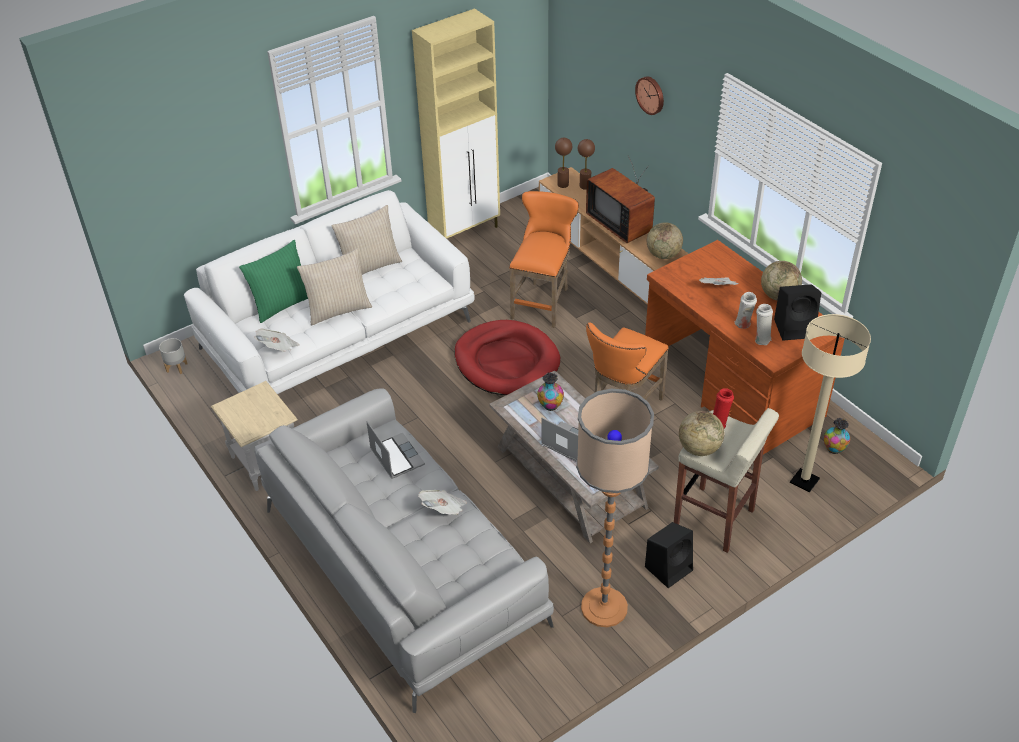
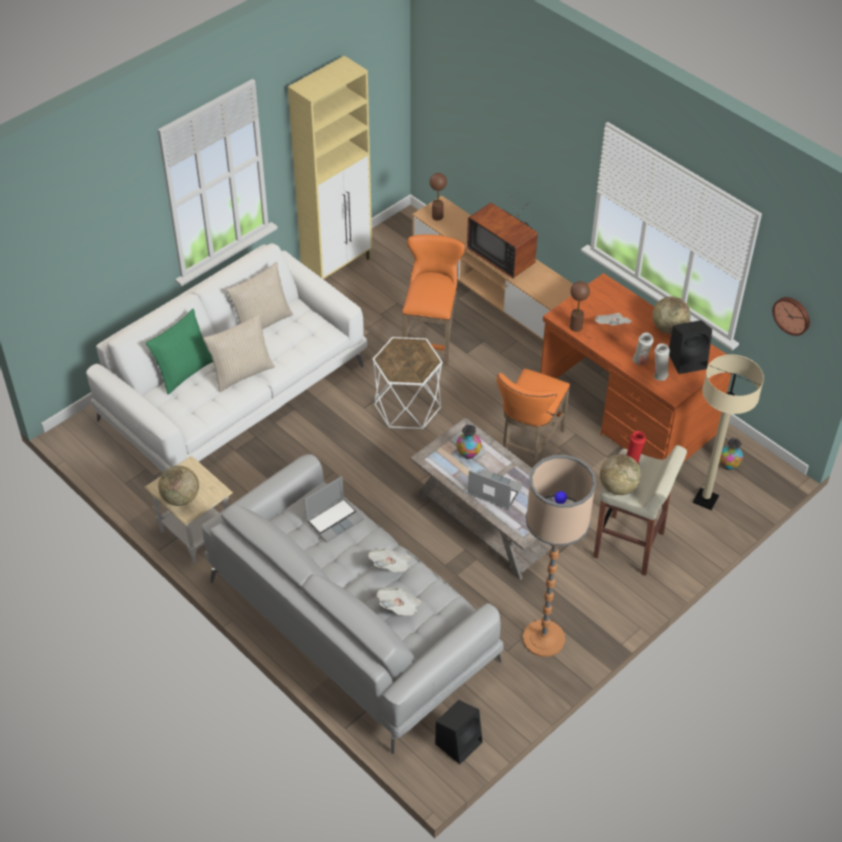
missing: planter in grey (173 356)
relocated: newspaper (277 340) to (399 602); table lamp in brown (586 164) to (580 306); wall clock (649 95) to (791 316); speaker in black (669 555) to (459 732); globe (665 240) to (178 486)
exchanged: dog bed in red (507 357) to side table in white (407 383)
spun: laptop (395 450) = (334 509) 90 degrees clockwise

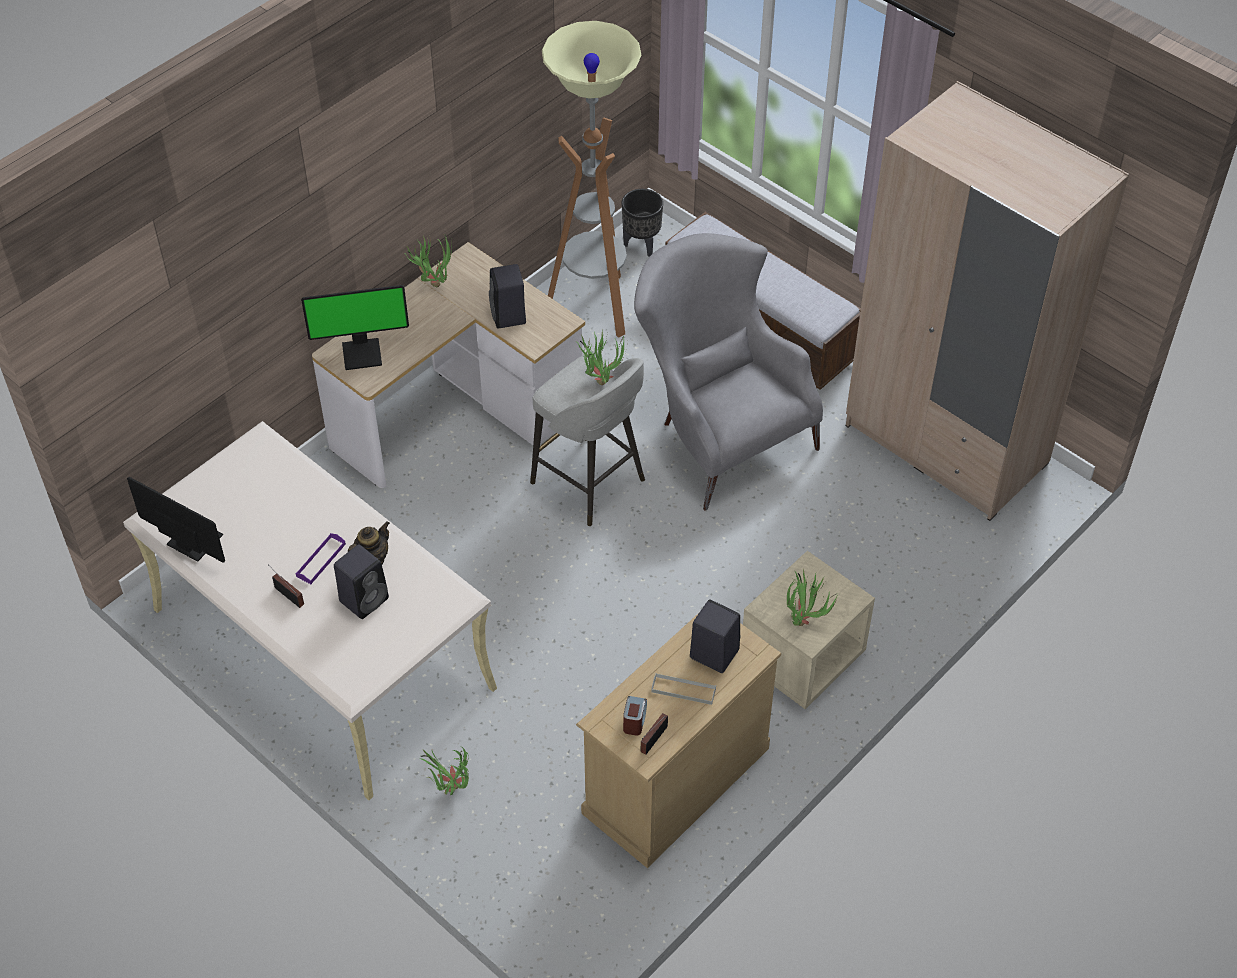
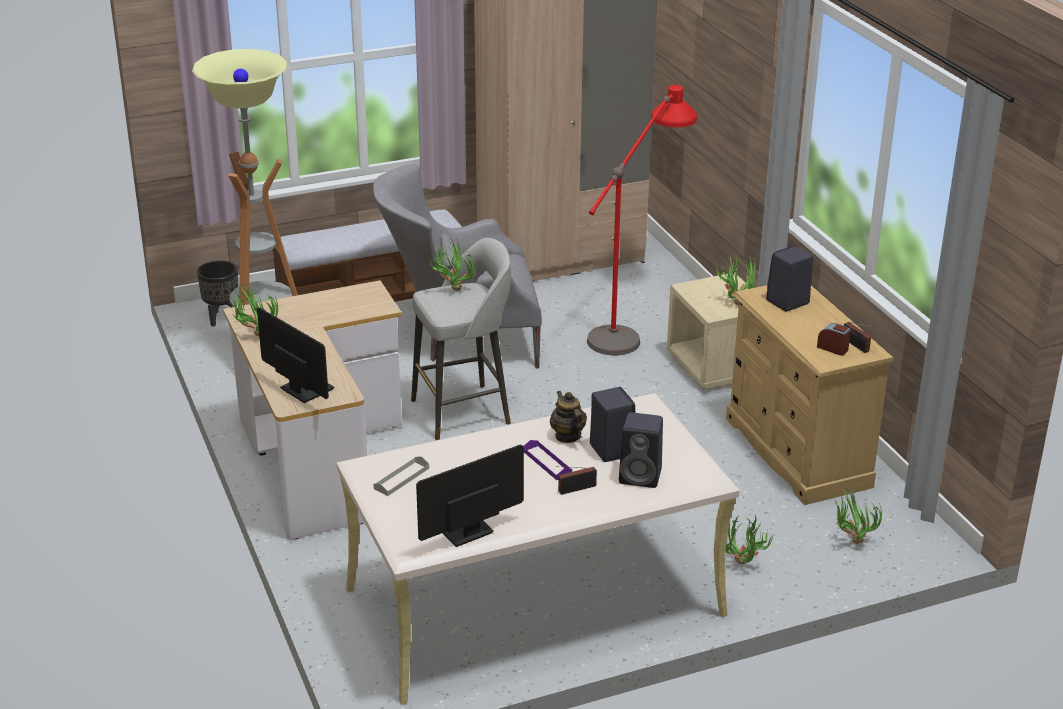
appeared: floor lamp in red (642 220); potted plant (858 515)
relocated: speaker in black (507 296) to (641 450); tray in grey (683 689) to (401 476)
spun: monitor (355 327) = (296 355) 60 degrees counterclockwise

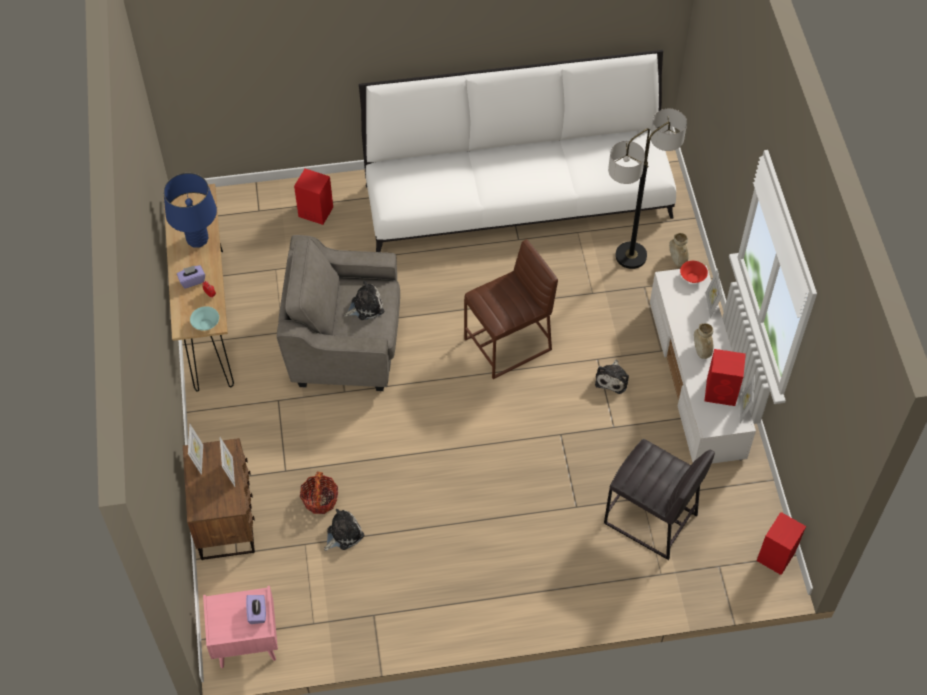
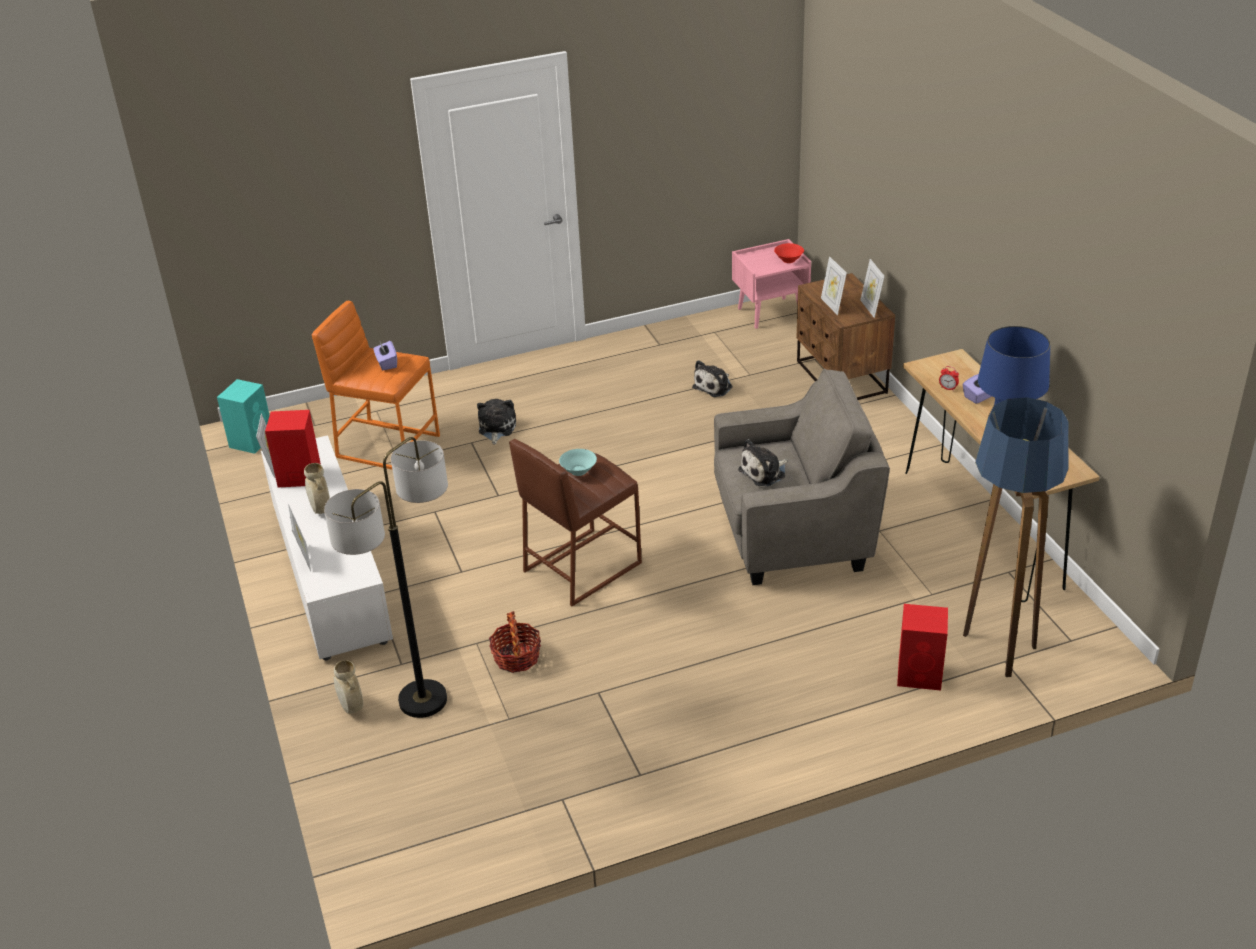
missing: sofa in white (517 151)
appeared: floor lamp (1015 537)
relocated: bowl in turquoise (204 318) to (578 462); tissue box in purple (256 609) to (385 355); basket (319 492) to (515 642); plush toy (612 376) to (496 421); bowl in red (694 272) to (789 253)
colour: stool in grey (659 499) to stool in orange (376 385); speaker in red (781 543) to speaker in turquoise (243 416)

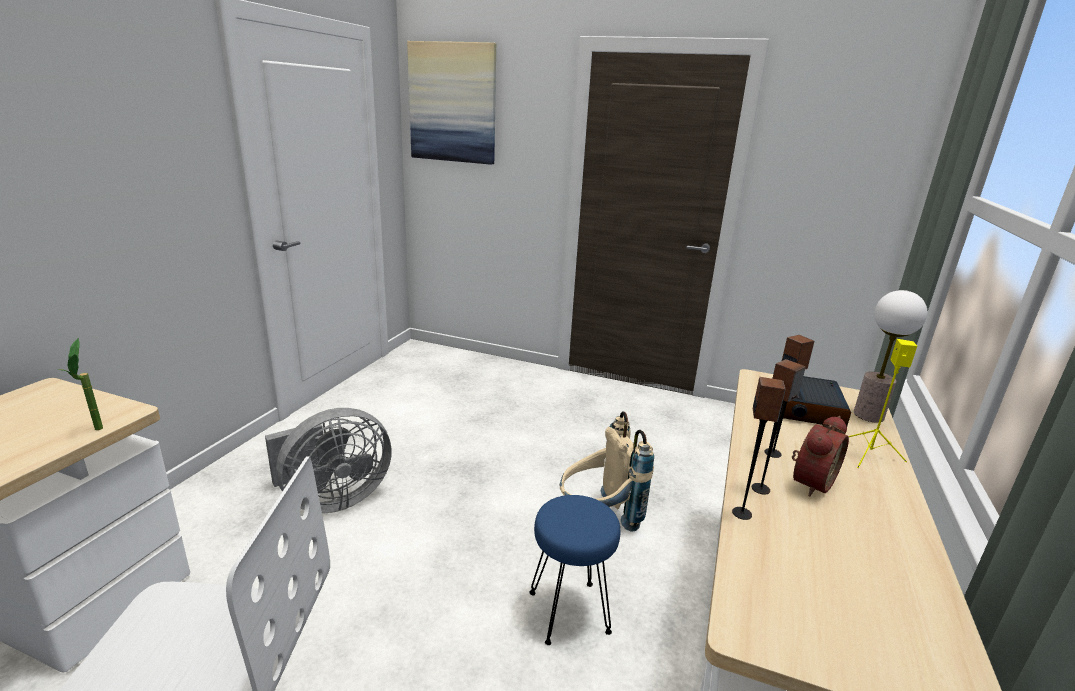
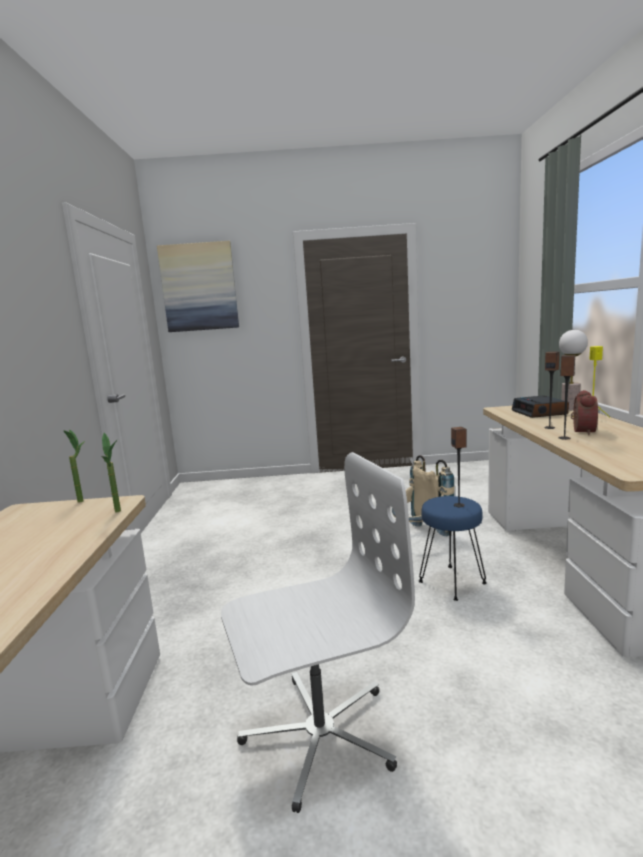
missing: fan in grey (328 460)
appeared: potted plant (74 466)
relocated: speaker (759 448) to (459 467)

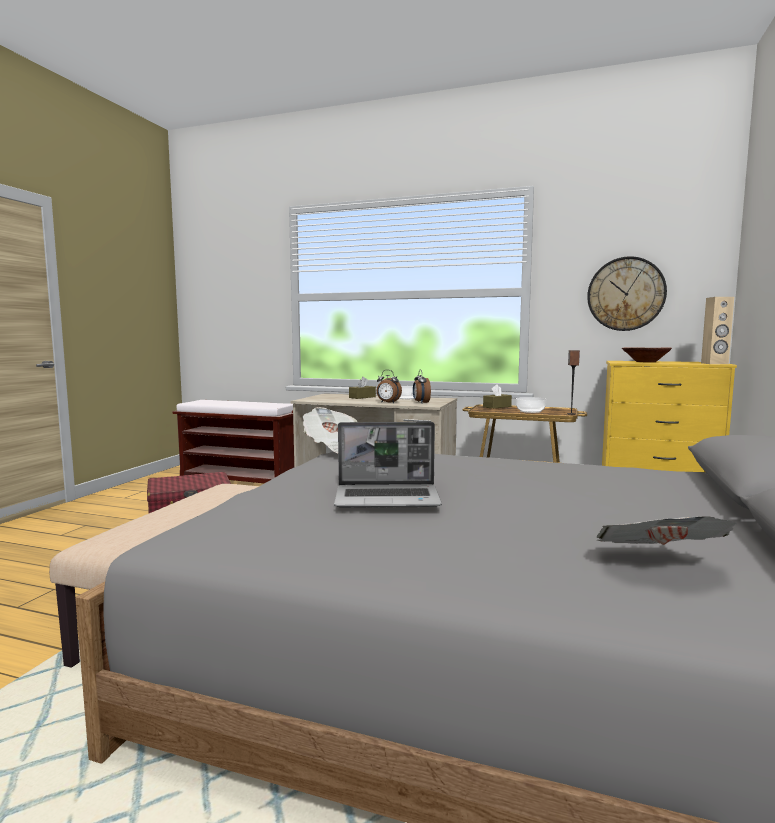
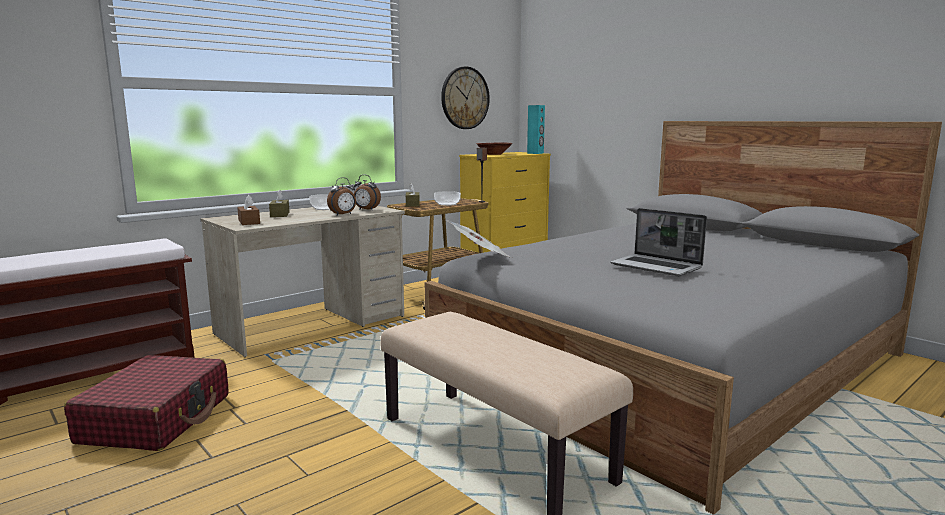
missing: newspaper (666 530)
appeared: tissue box in brown (248 210)
colour: speaker in beige (717 330) to speaker in turquoise (536 129)
spun: laptop (388 465) = (658 242) 105 degrees clockwise

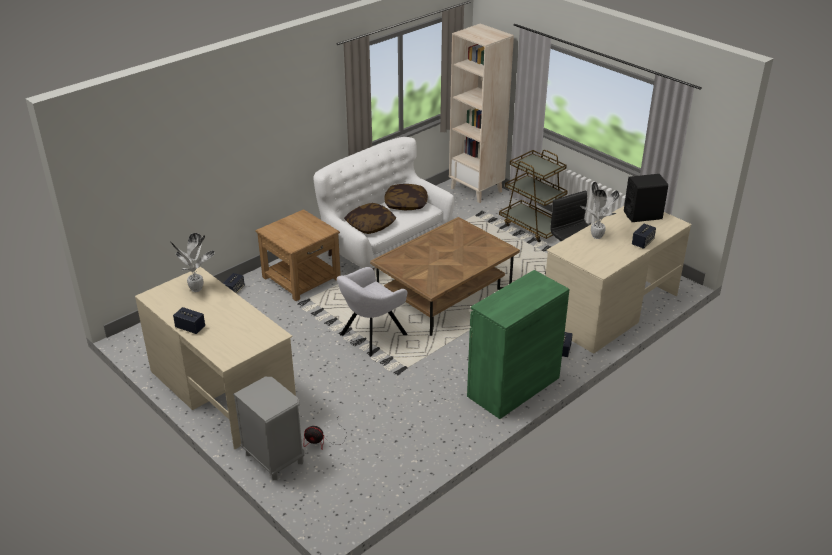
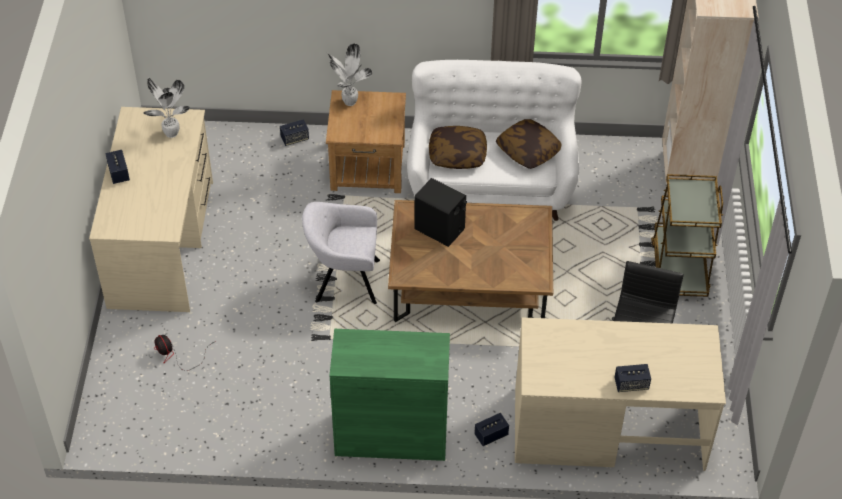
missing: nightstand in grey (269 428)
relocated: potted plant (599 210) to (349 74); speaker in black (646 198) to (440 212)

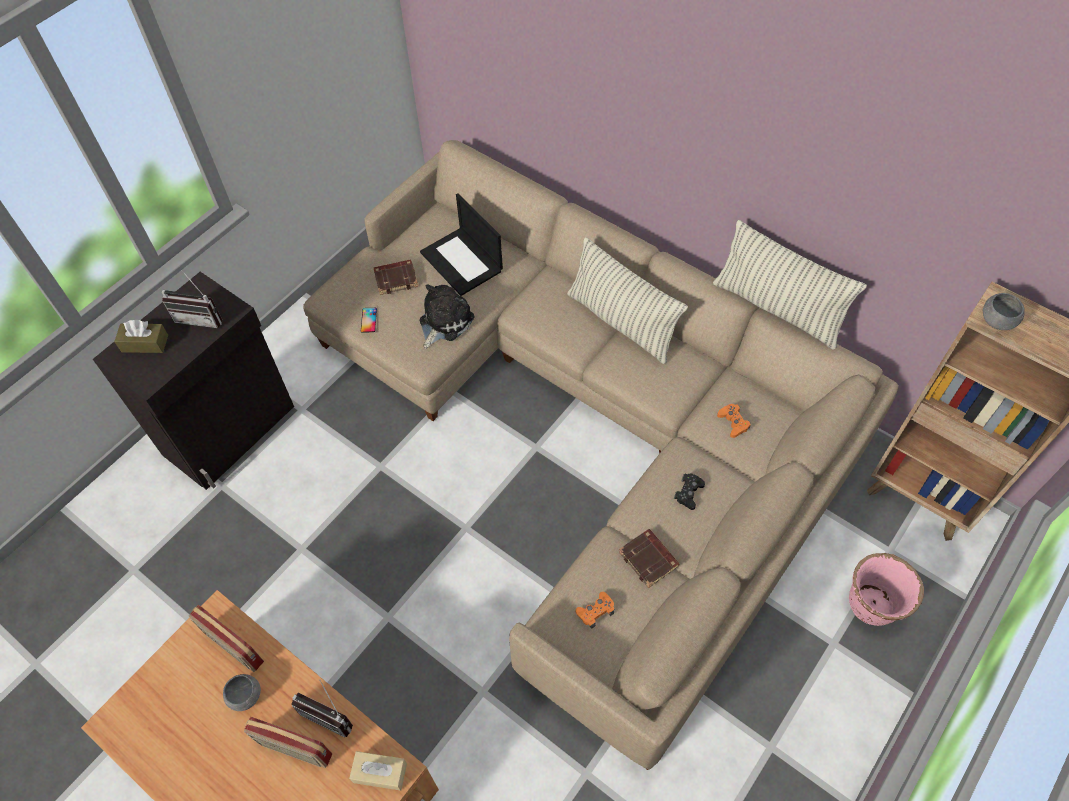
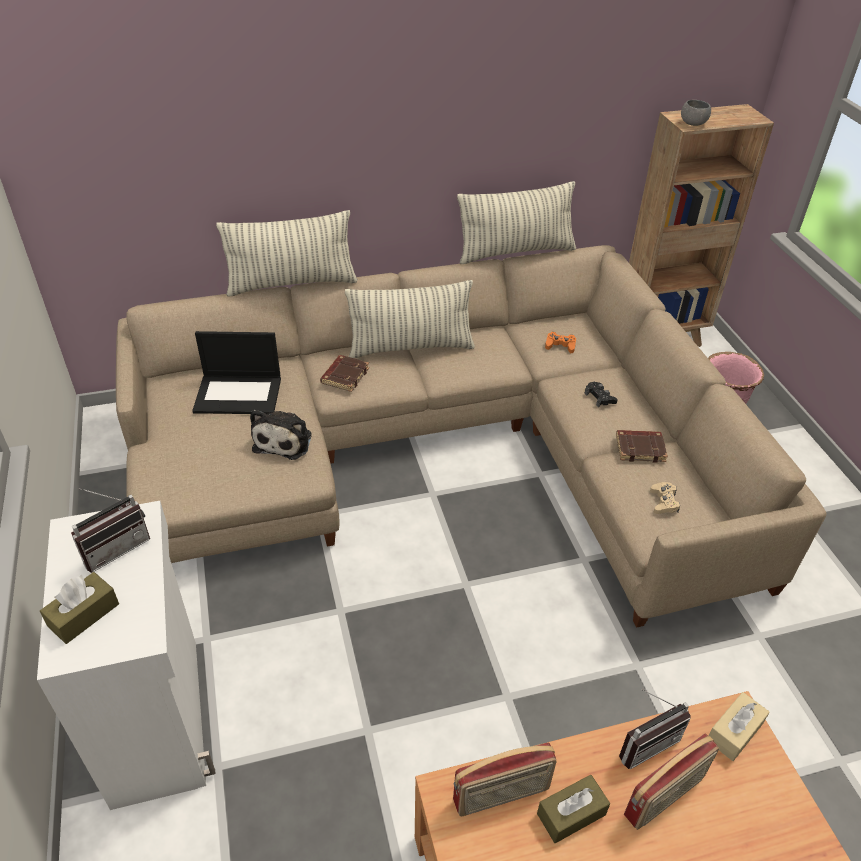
missing: phone (369 320)
appeared: pillow (287 253)
relocated: book in brown (396 277) to (344 373)
exchanged: bowl in grey (242 692) to tissue box in brown (573 809)
colour: cabinet in black (193 381) to cabinet in white (126 655); game controller in orange (595 610) to game controller in beige (665 498)
spun: plush toy (447 316) = (281 435) 150 degrees counterclockwise

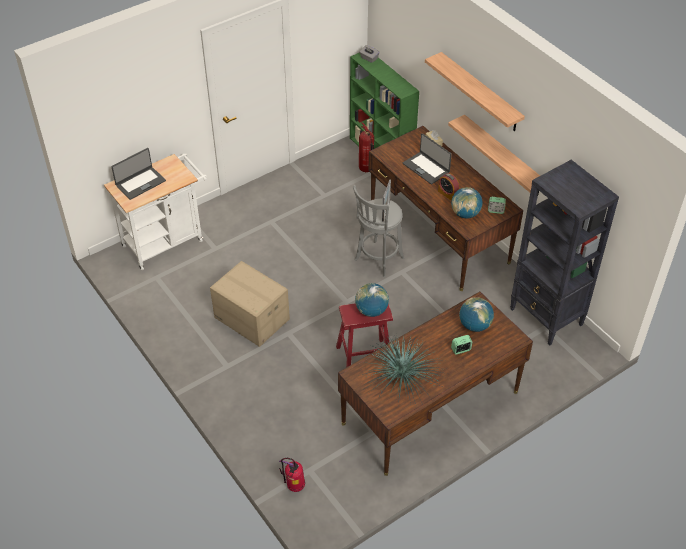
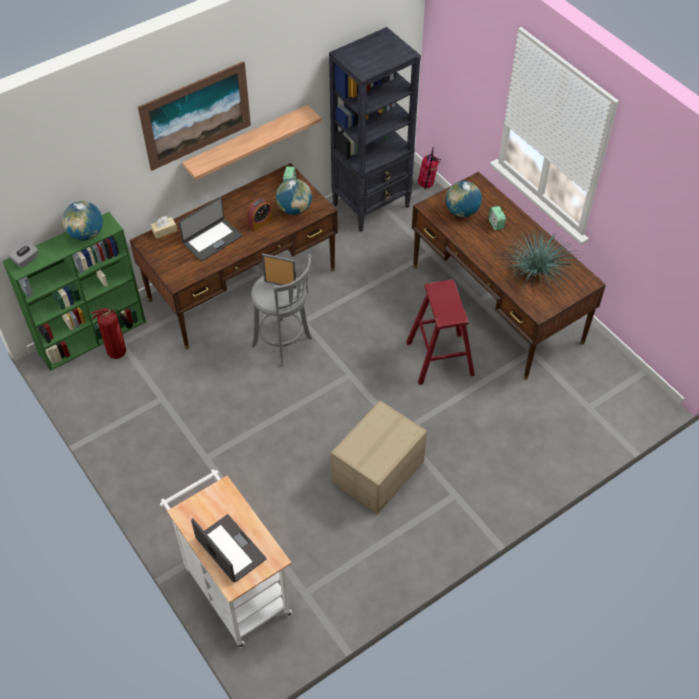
relocated: fire extinguisher (292 475) to (429 168); globe (372 300) to (82 221)
exchanged: shelf (475 91) to picture (194 116)

